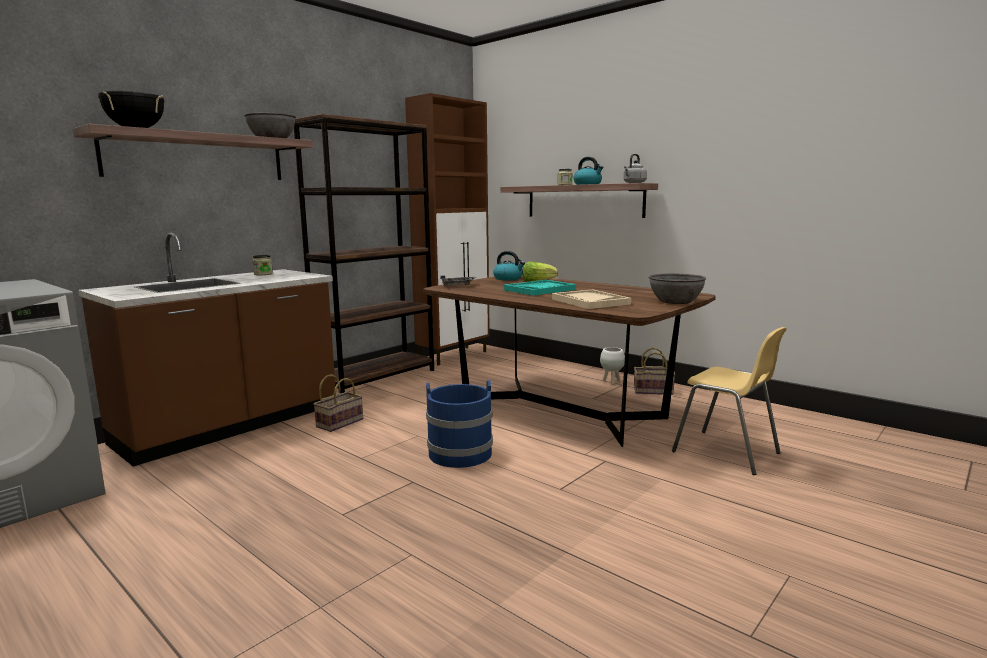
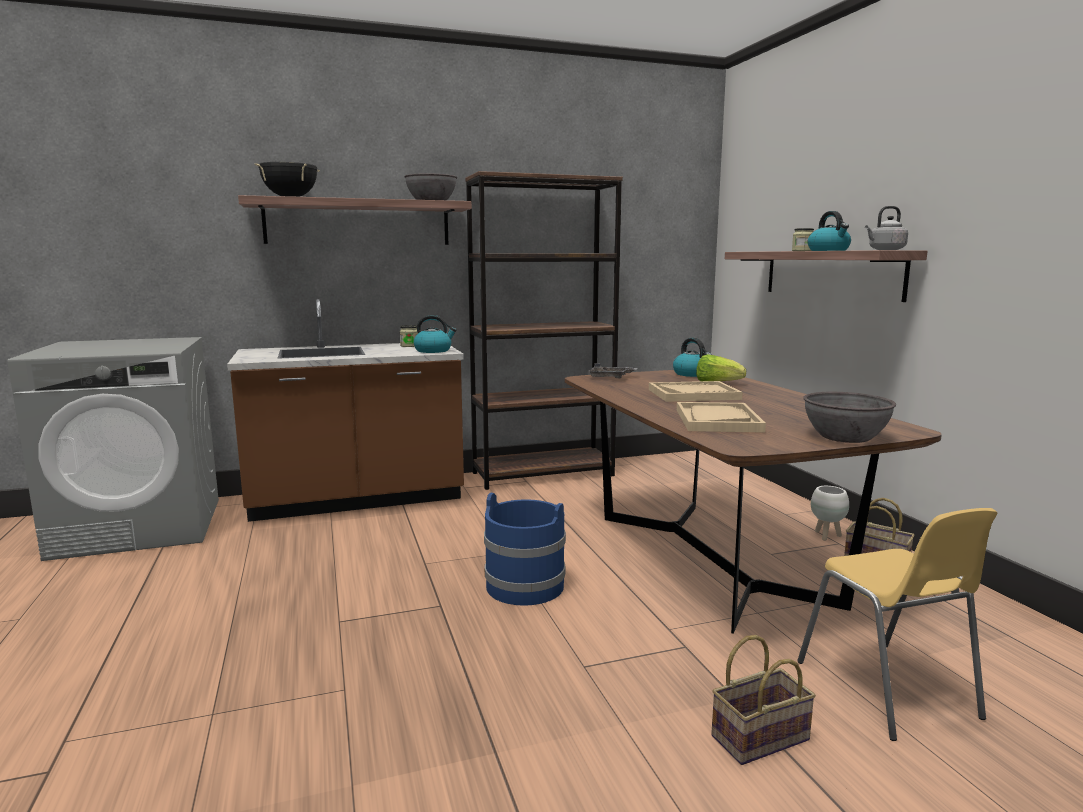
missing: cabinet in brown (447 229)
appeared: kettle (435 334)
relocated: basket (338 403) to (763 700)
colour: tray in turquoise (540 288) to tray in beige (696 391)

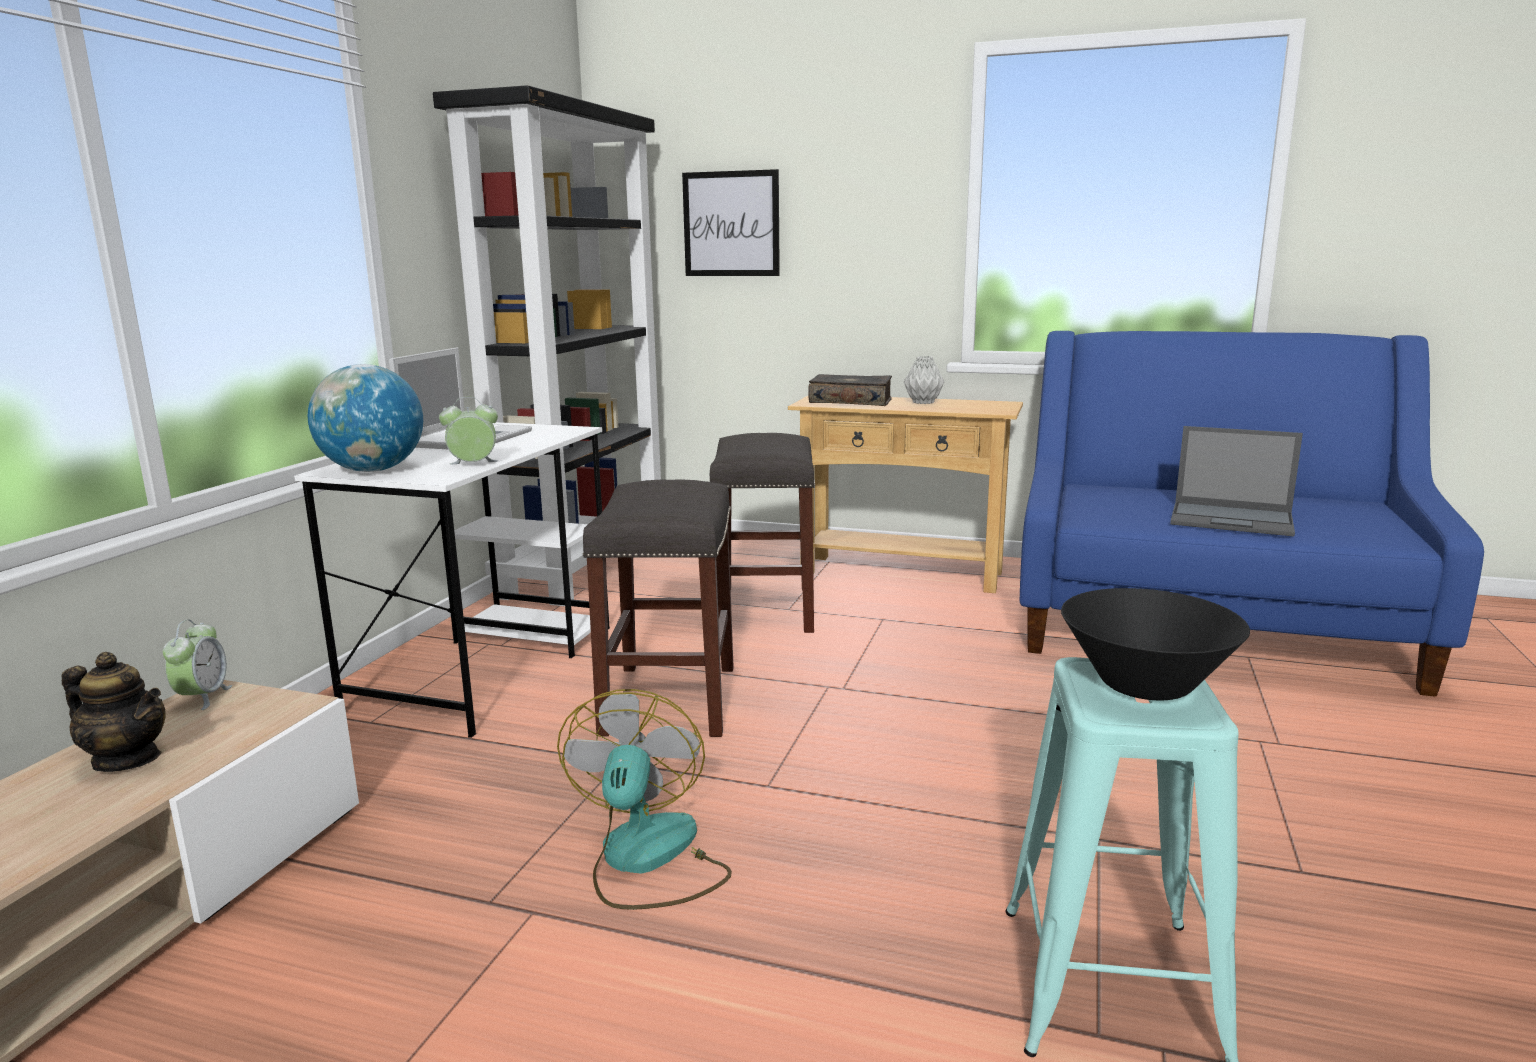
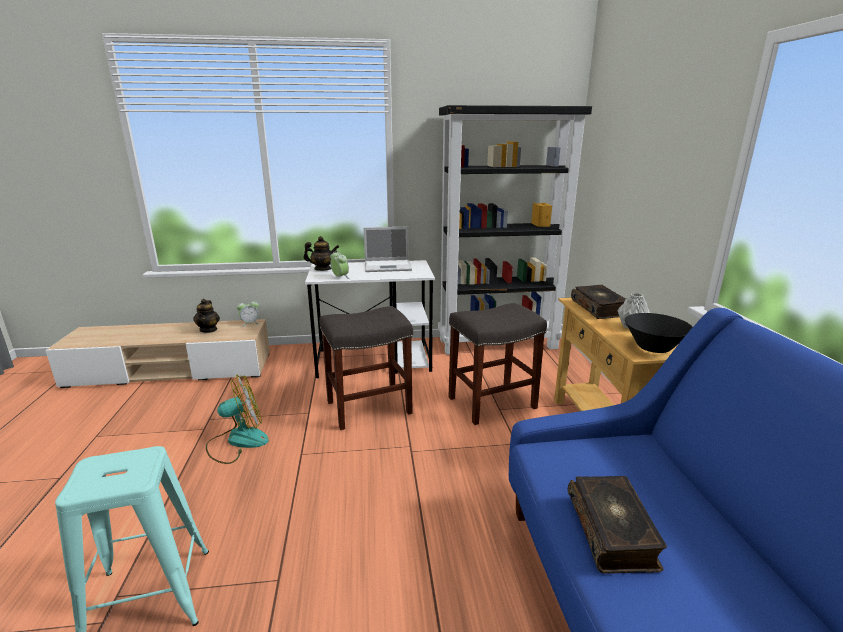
missing: picture (731 222)
relocated: bowl in black (1155 644) to (659 333)
exchanged: globe (365 418) to teapot (321 253); laptop (1236 481) to book (617 525)

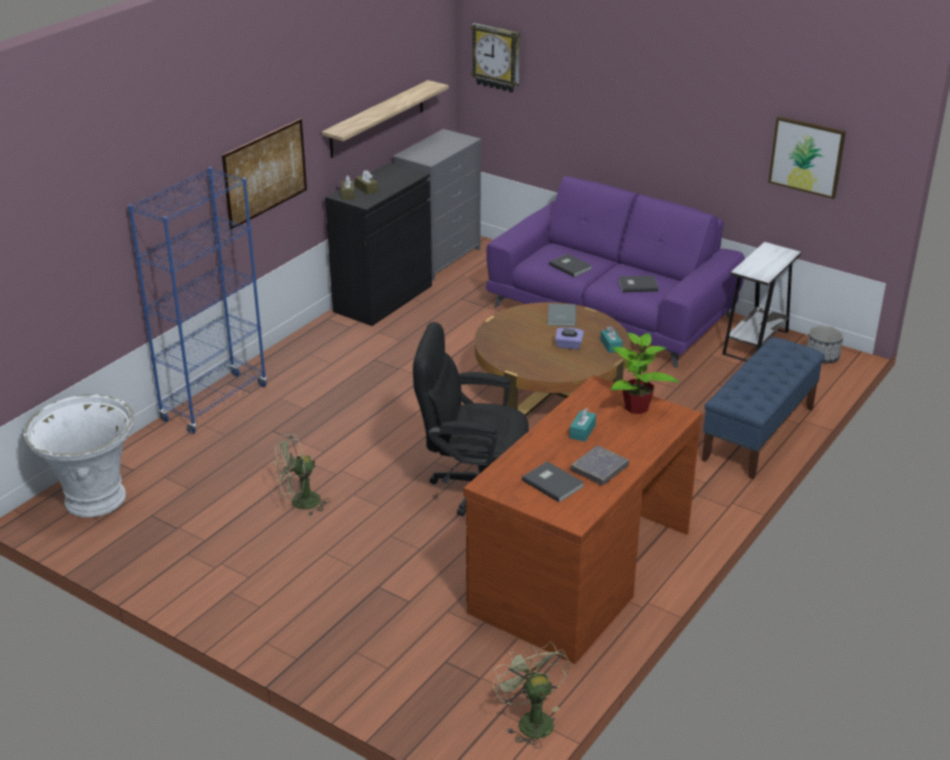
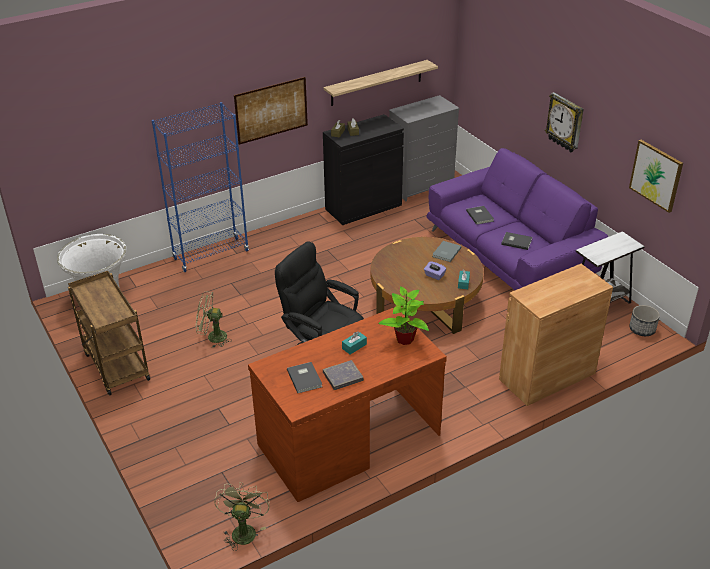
appeared: cart in brown (109 333)
relocated: wall clock (495 58) to (564 122)
exchanged: bench in blue (763 408) to cabinet in brown (556 335)

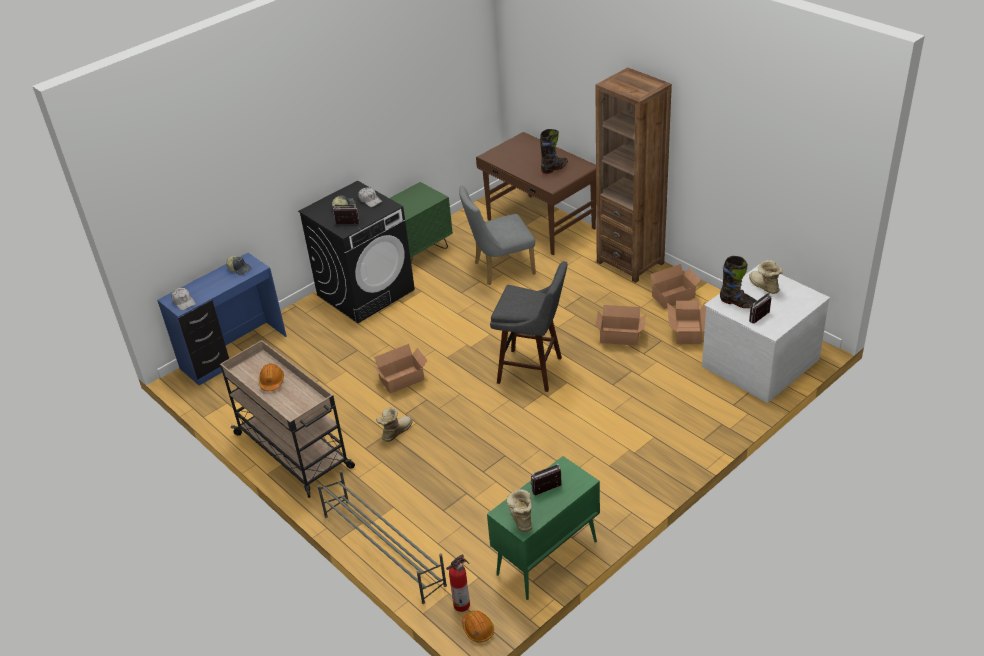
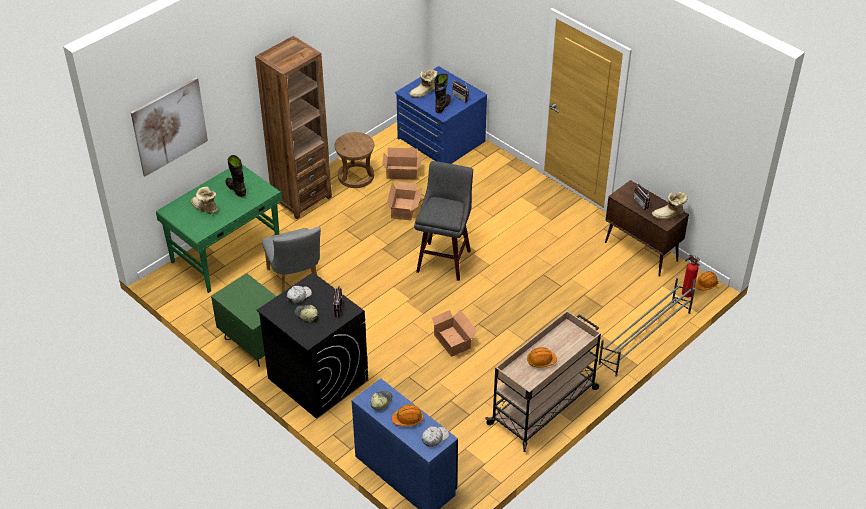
appeared: picture (169 126); hard hat in orange (407 415)
relocated: boot (394 424) to (204 200)
exchanged: cardboard box (675 286) to stool in brown (354 160)
colour: desk in brown (536 193) to desk in green (219 228); cabinet in green (543 528) to cabinet in brown (647 228); dresser in white (766 333) to dresser in blue (441 115)

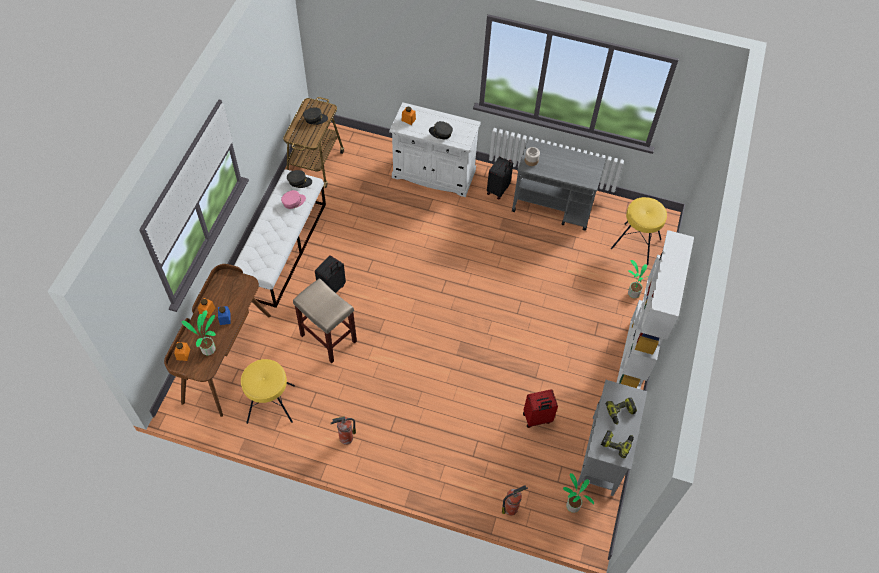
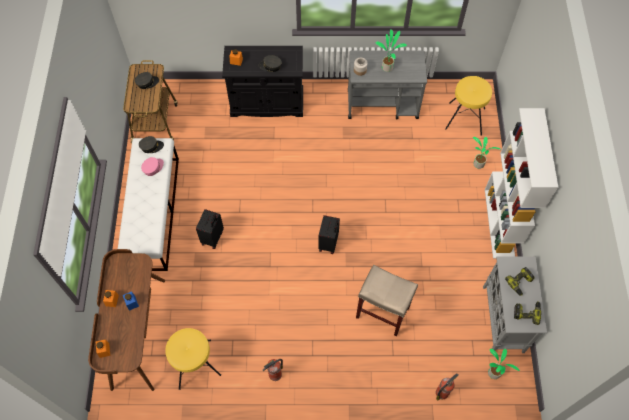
missing: suitcase in red (540 408)
relocated: potted plant (199 332) to (391 50); stool in beige (325 321) to (387 301); suitcase in black (500 178) to (329 234)
colour: cabinet in white (435 149) to cabinet in black (262 81)

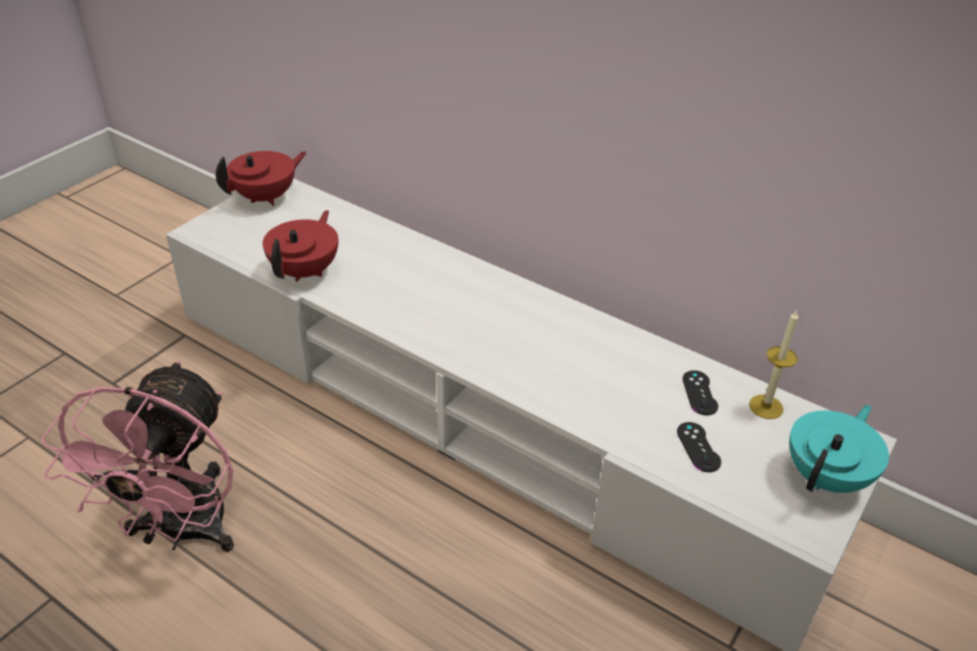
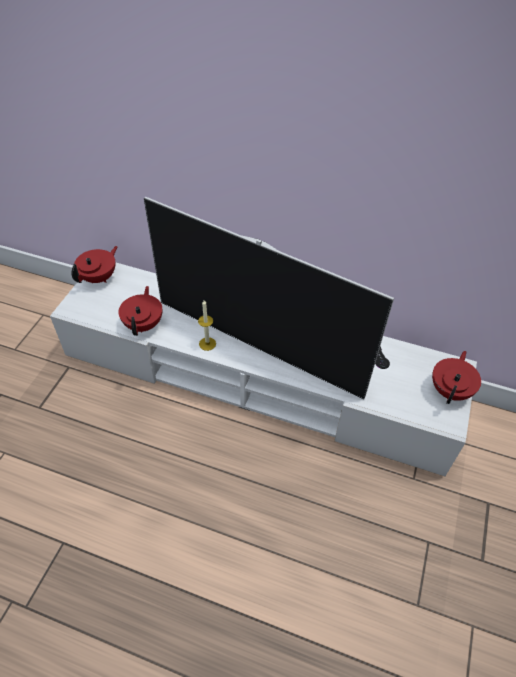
missing: fan in pink (137 456); game controller in black (699 447)
appeared: television (269 298)
relocated: candle (773 364) to (207 326)
colour: teapot in turquoise (839 449) to teapot in red (456 377)

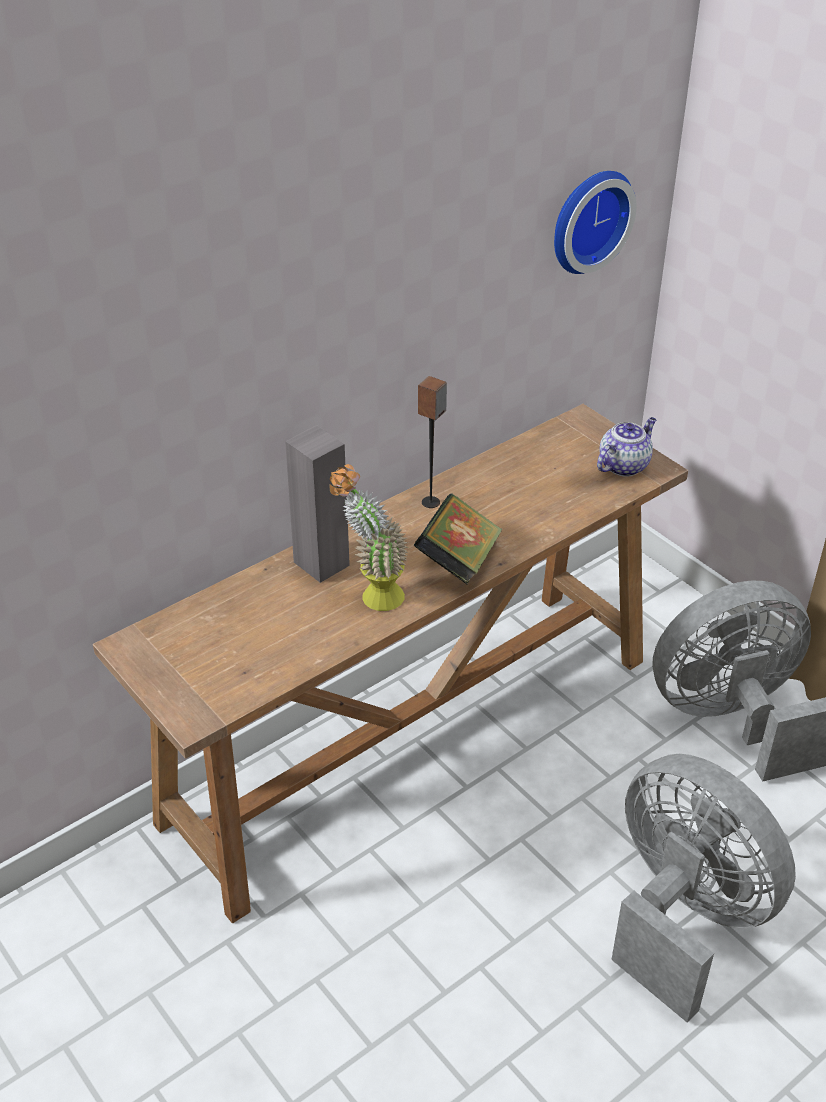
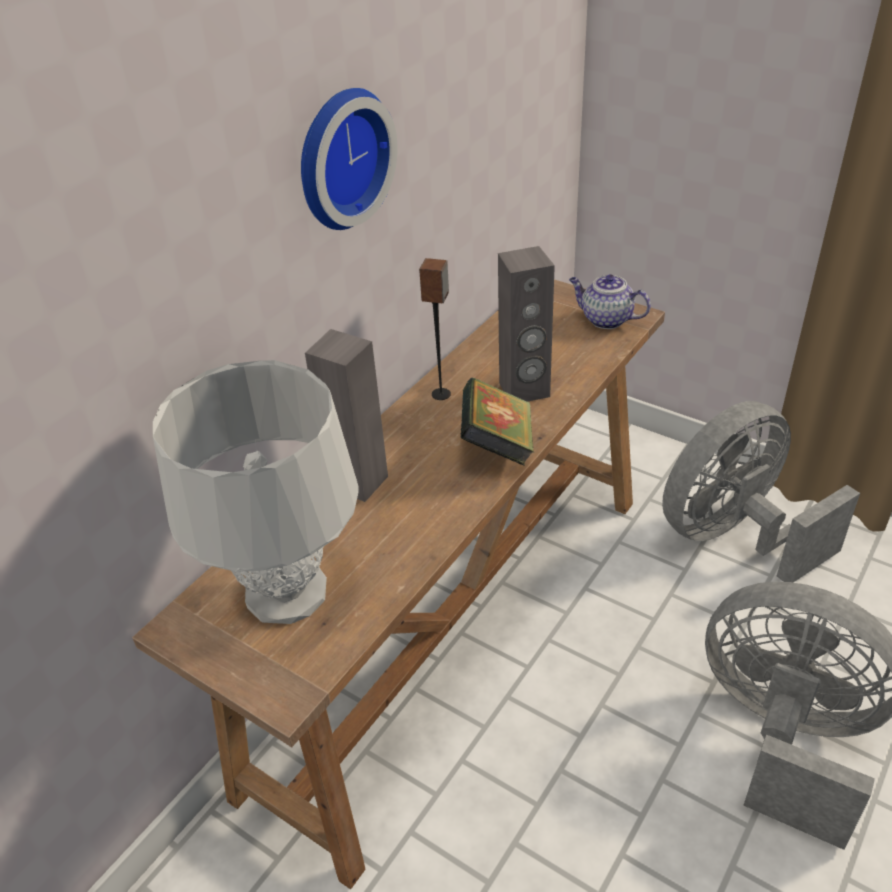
missing: potted plant (369 537)
appeared: table lamp in grey (255 492); speaker in grey (526 324)
relocated: wall clock (595 222) to (349 159)
spun: teapot (626 447) = (610 301) 90 degrees counterclockwise

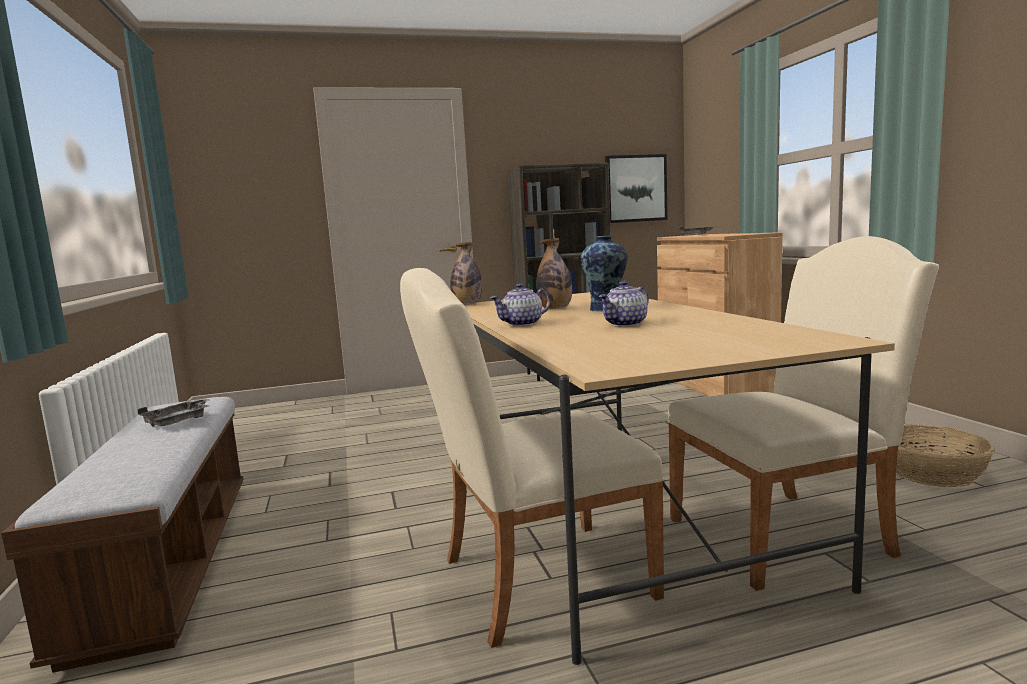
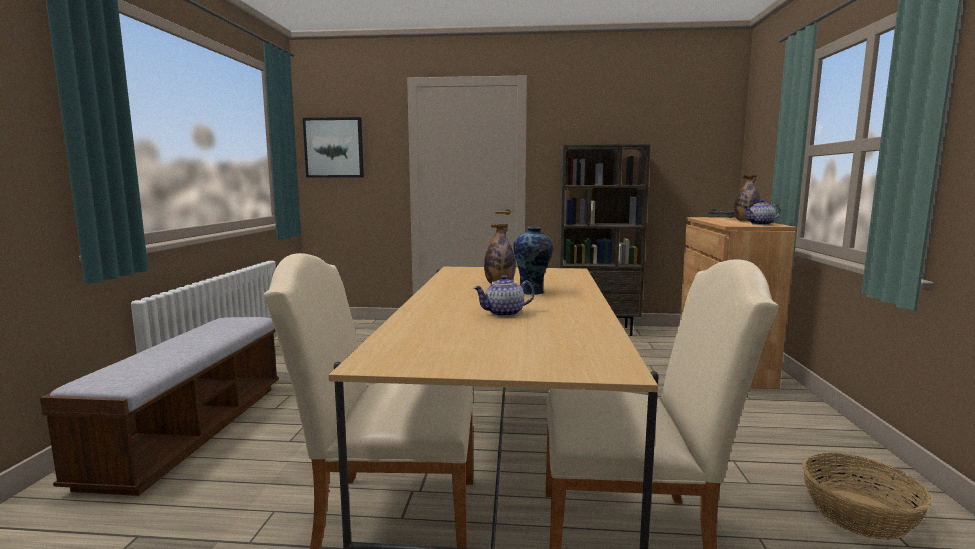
missing: tray in grey (174 412)
relocated: bottle (466 273) to (747 198); teapot (520 304) to (761 212); picture (636 188) to (333 147)

